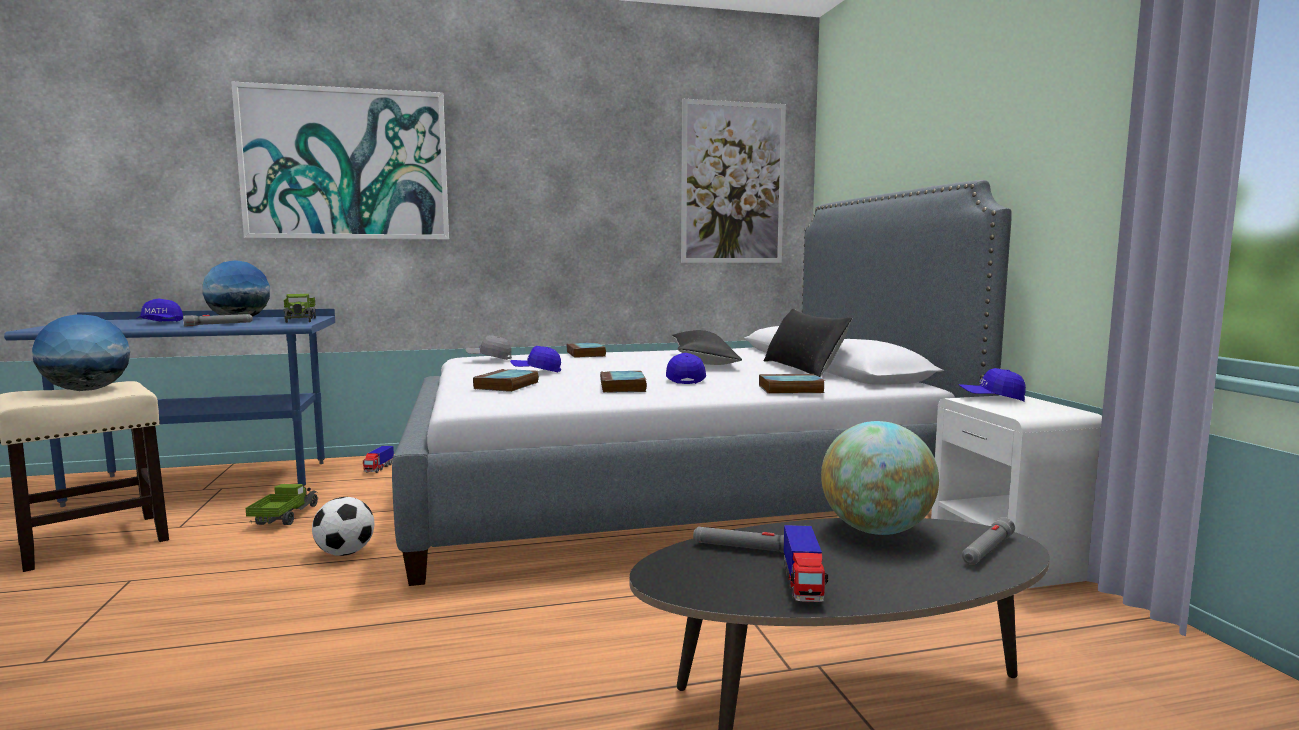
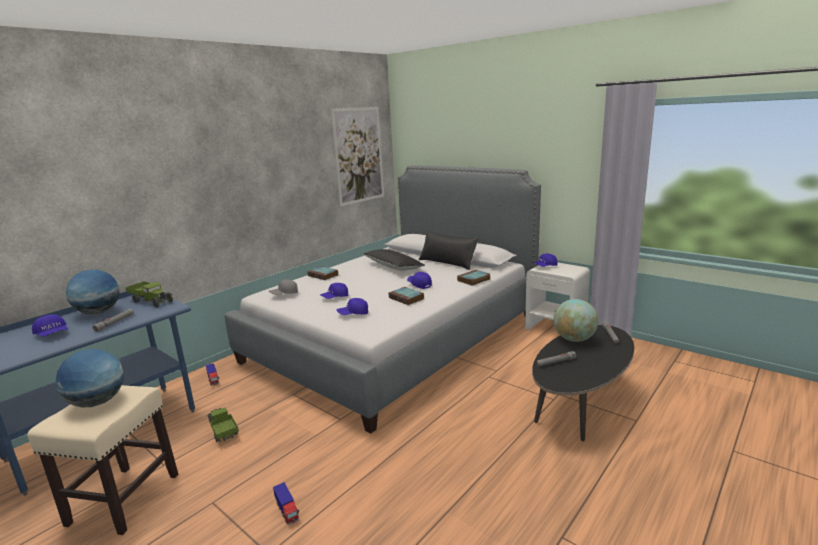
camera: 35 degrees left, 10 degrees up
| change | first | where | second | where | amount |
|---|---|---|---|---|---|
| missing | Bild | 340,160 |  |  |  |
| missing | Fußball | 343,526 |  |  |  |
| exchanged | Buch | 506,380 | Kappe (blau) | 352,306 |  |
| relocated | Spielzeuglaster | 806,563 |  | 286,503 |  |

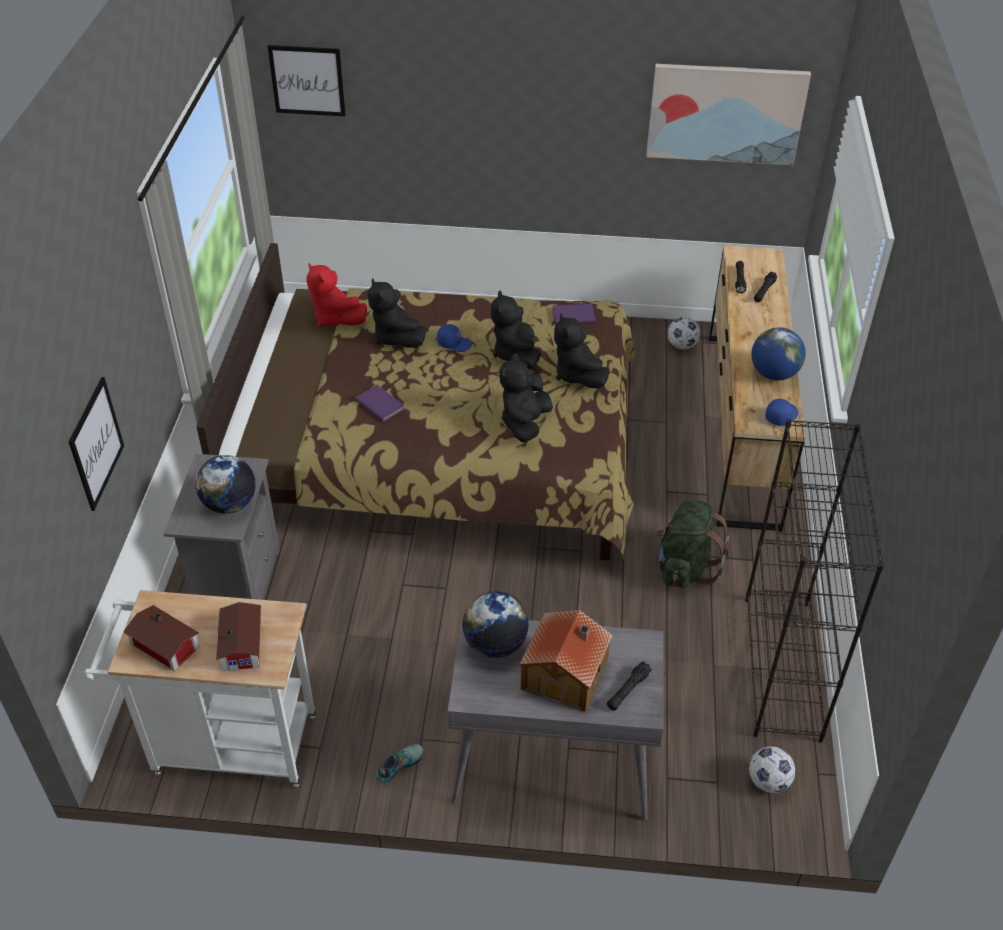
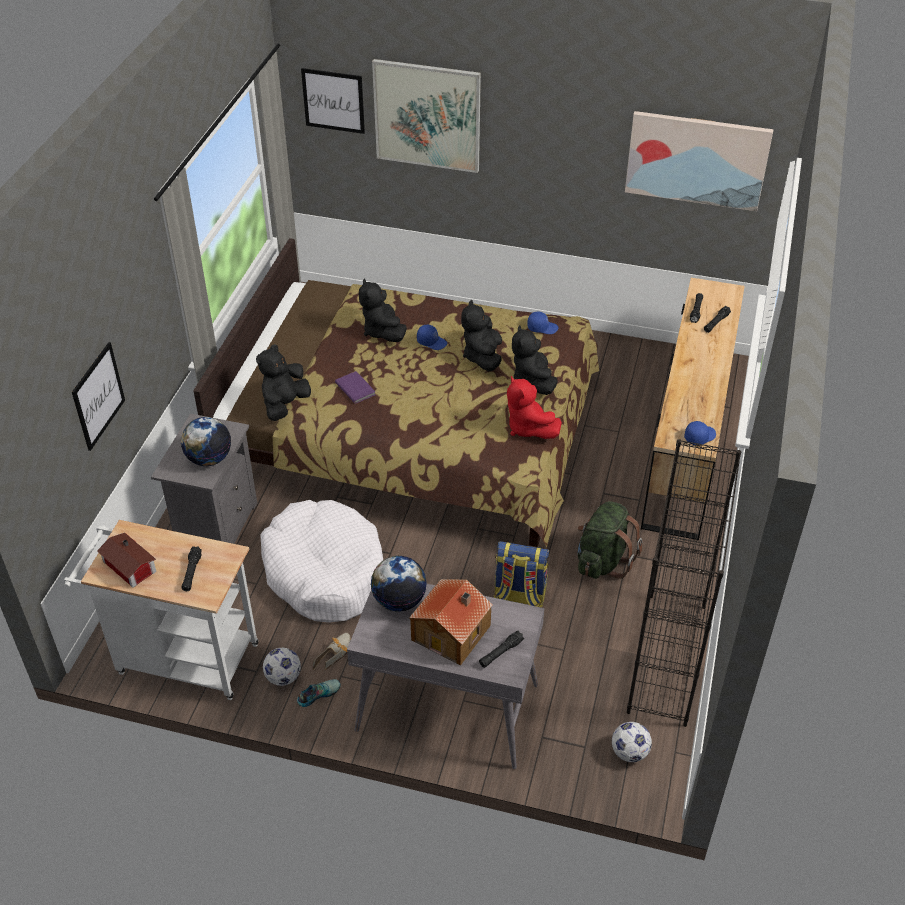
camera: 10 degrees right, 0 degrees up
| change | first | where | second | where | amount |
|---|---|---|---|---|---|
| exchanged | Spielzeughaus | 238,636 | Taschenlampe (schwarz) | 191,568 |  |
| relocated | Plüschtier (rot) | 337,295 |  | 534,407 |  |
| relocated | Plüschtier (schwarz) | 526,397 |  | 283,382 |  |
| exchanged | Buch (lila) | 574,314 | Kappe (blau) | 542,323 |  |
| relocated | Fußball | 683,333 |  | 282,667 |  |
| missing | Globus | 778,353 |  |  |  |
| appeared |  |  | Hundebett (weiß) | 322,561 |  |
| appeared |  |  | Schuh | 332,651 |  |
| appeared |  |  | Bild | 426,116 |  |
| appeared |  |  | Rucksack | 521,574 |  |

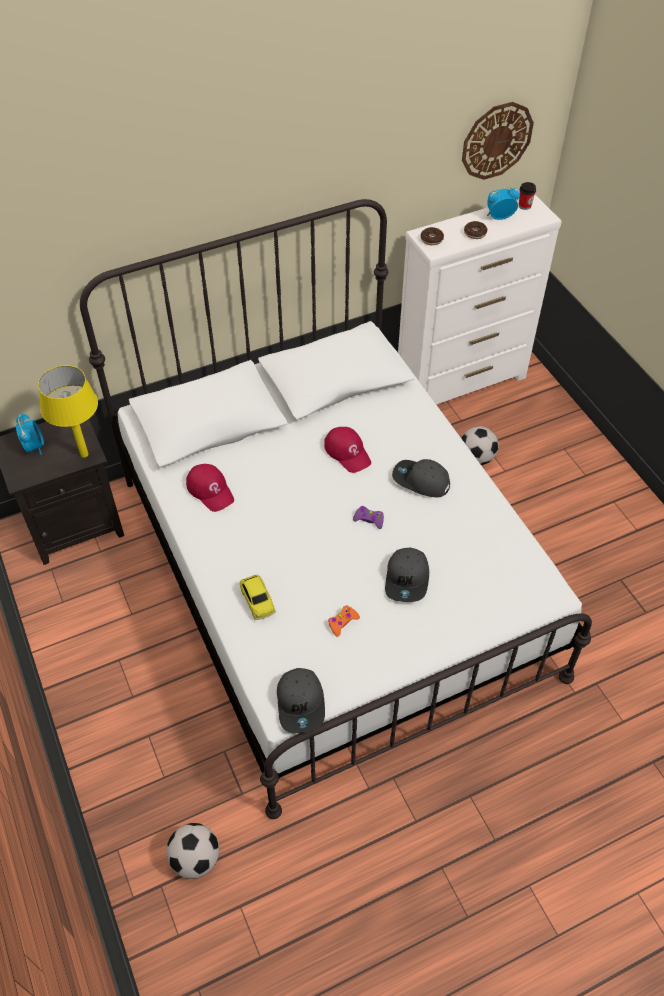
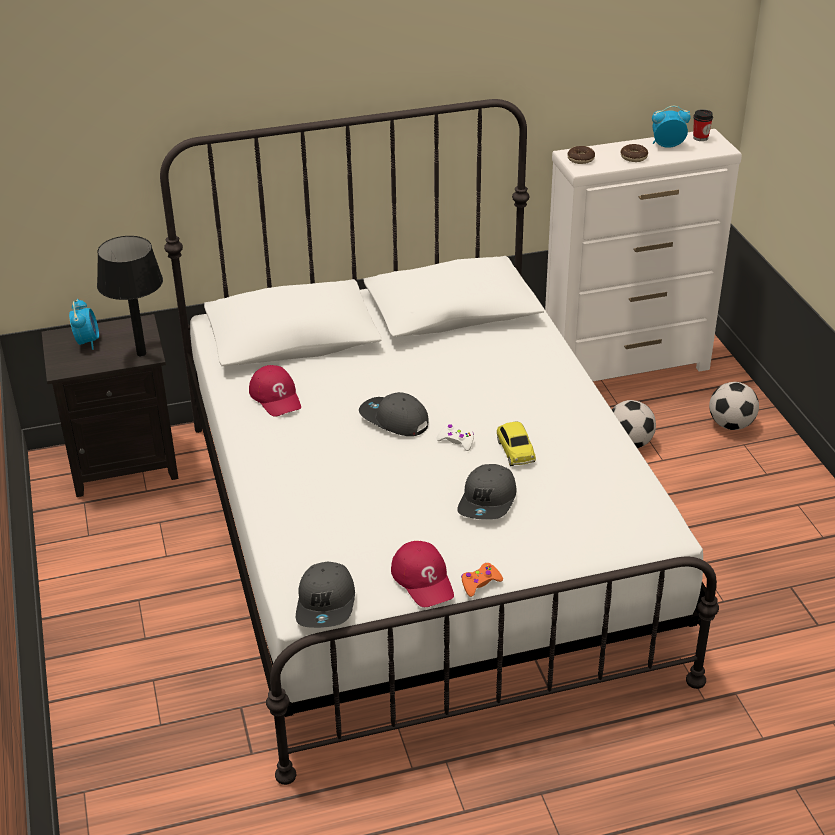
camera: 10 degrees right, 15 degrees down
| change | first | where | second | where | amount |
|---|---|---|---|---|---|
| colour | Tischlampe (gelb) | 68,411 | Tischlampe (schwarz) | 130,296 |  |
| relocated | Fußball | 192,851 |  | 734,406 |  |
| relocated | Spielzeugauto | 258,597 |  | 516,443 |  |
| relocated | Kappe (rot) | 347,450 |  | 422,574 |  |
| relocated | Gamepad (orange) | 344,621 |  | 482,580 |  |
| colour | Gamepad (lila) | 368,517 | Gamepad (weiß) | 455,437 |  |
| relocated | Kappe (grau) | 421,478 |  | 394,414 |  |
| missing | Wanduhr | 498,141 |  |  |  |

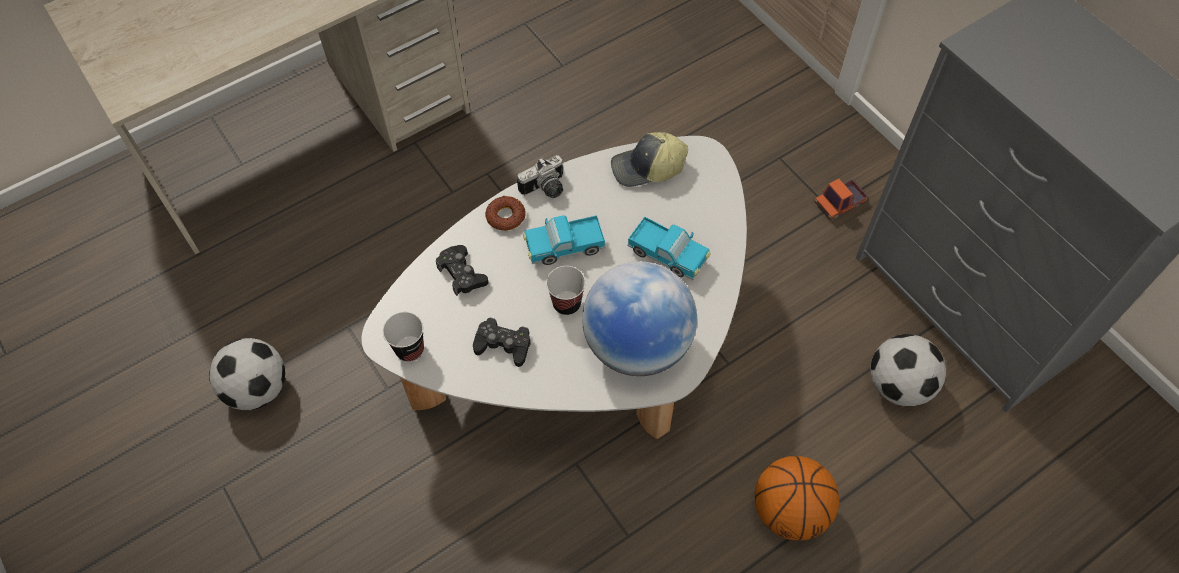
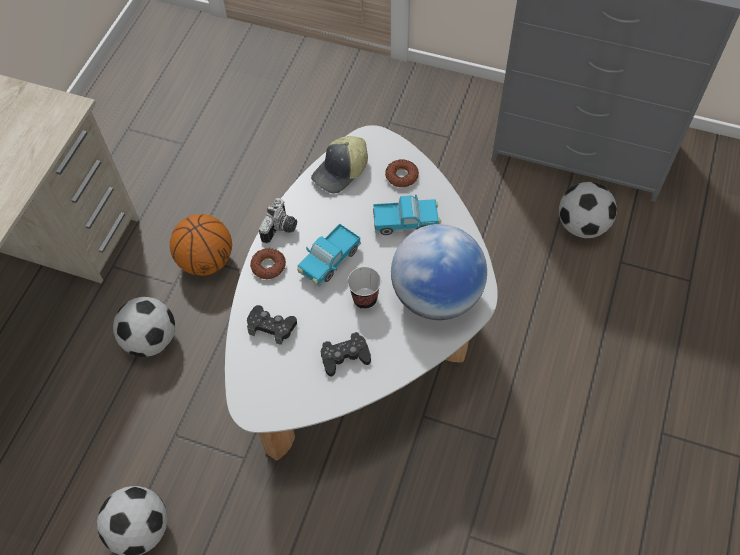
camera: 35 degrees left, 0 degrees up
| change | first | where | second | where | amount |
|---|---|---|---|---|---|
| missing | Tasse | 403,337 |  |  |  |
| relocated | Basketball | 797,498 |  | 201,245 |  |
| missing | Spielzeuglaster | 841,199 |  |  |  |
| appeared |  |  | Fußball | 144,327 |  |
| appeared |  |  | Donut | 402,173 |  |

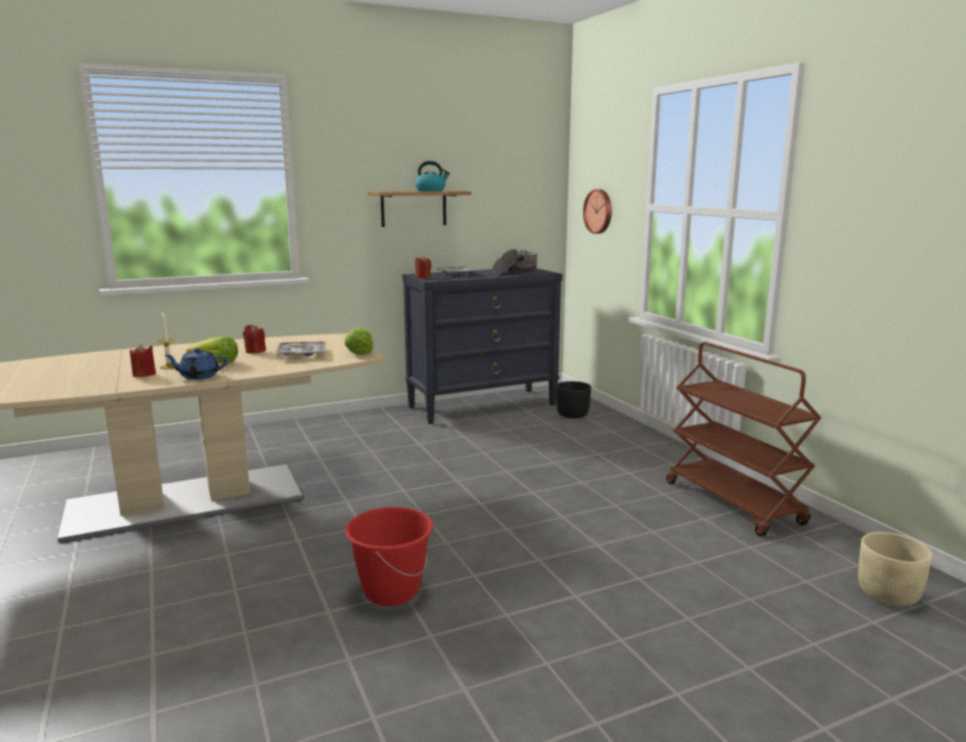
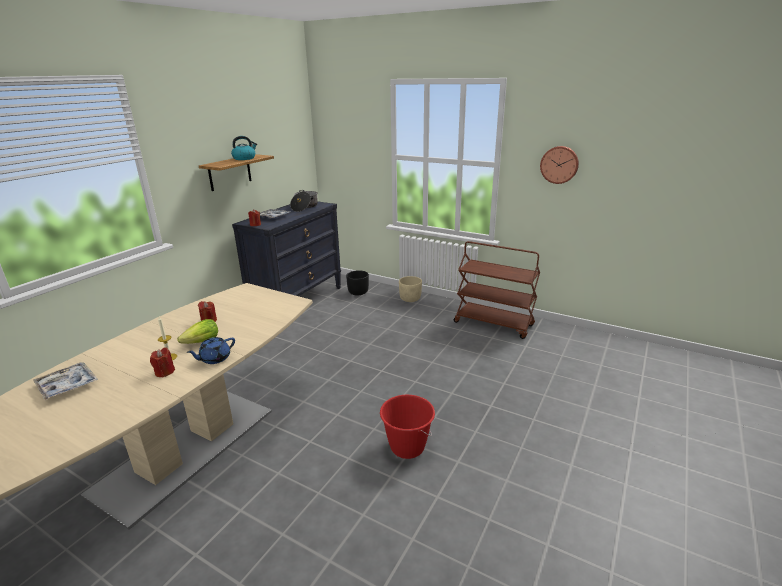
camera: 35 degrees left, 10 degrees up
| change | first | where | second | where | amount |
|---|---|---|---|---|---|
| relocated | Tablett | 300,348 |  | 65,381 |  |
| missing | Salatkopf | 358,341 |  |  |  |
| relocated | Wanduhr | 597,211 |  | 559,165 |  |
| relocated | Pflanzkübel (beige) | 895,569 |  | 410,289 |  |

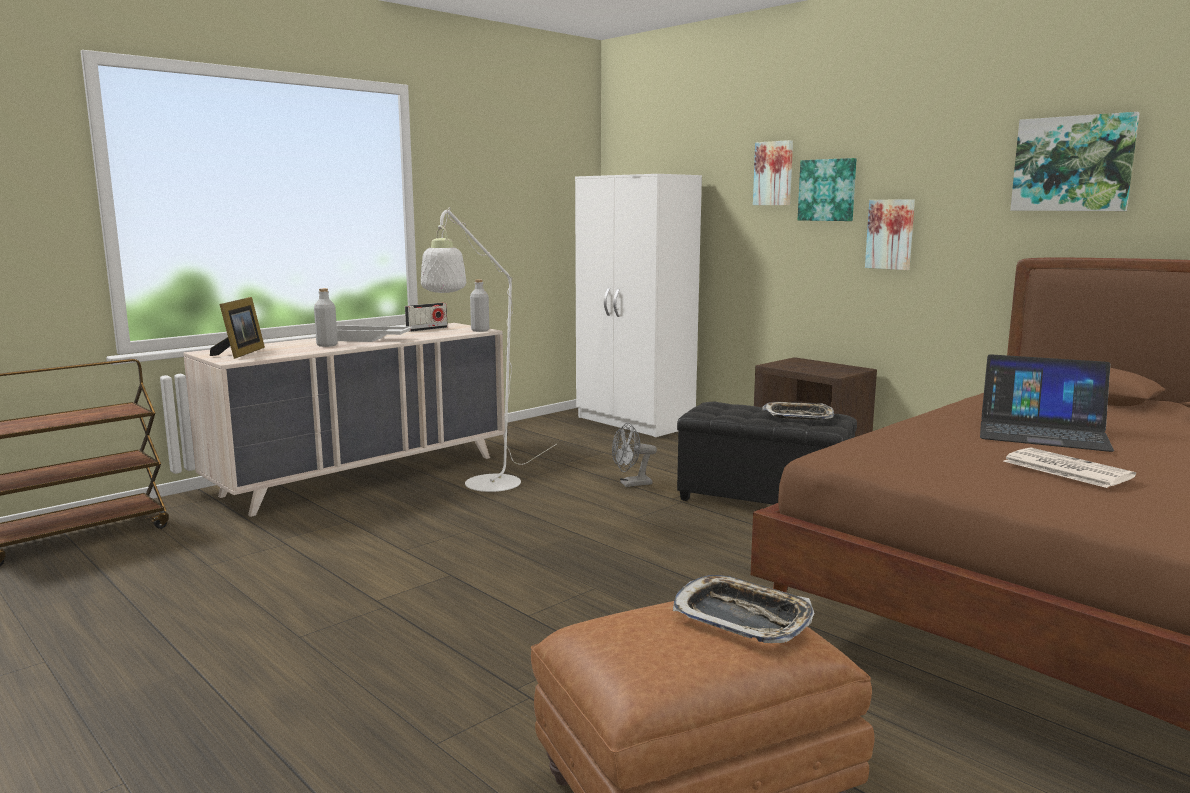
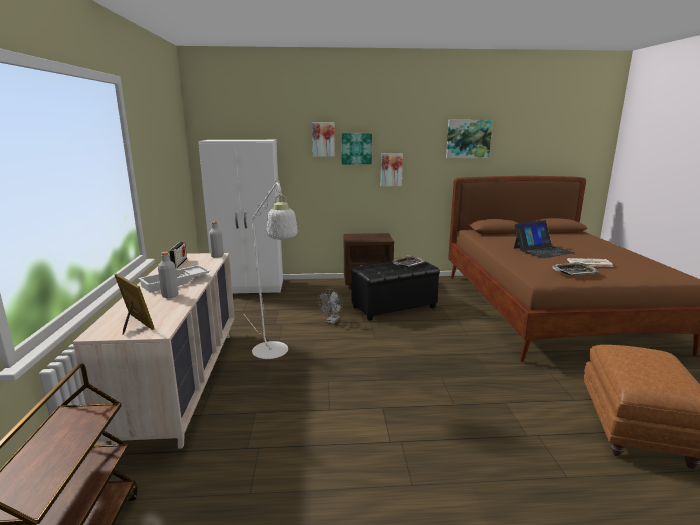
camera: 50 degrees left, 5 degrees up
| change | first | where | second | where | amount |
|---|---|---|---|---|---|
| relocated | Tablett | 743,609 |  | 575,268 |  |

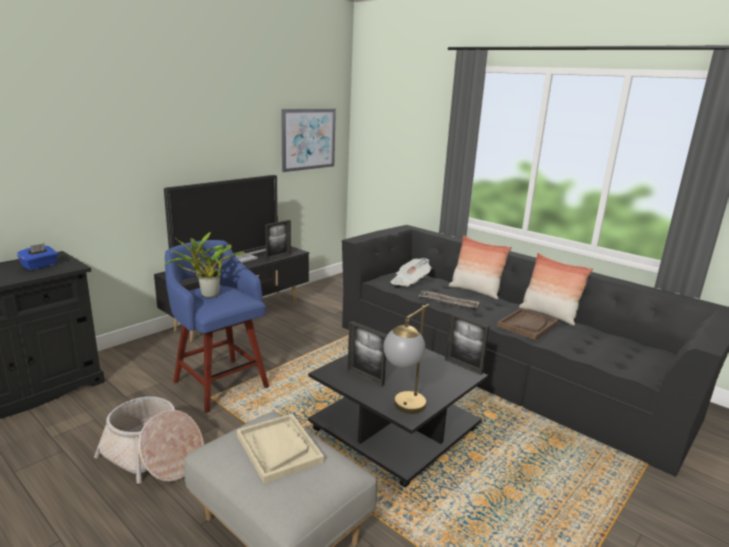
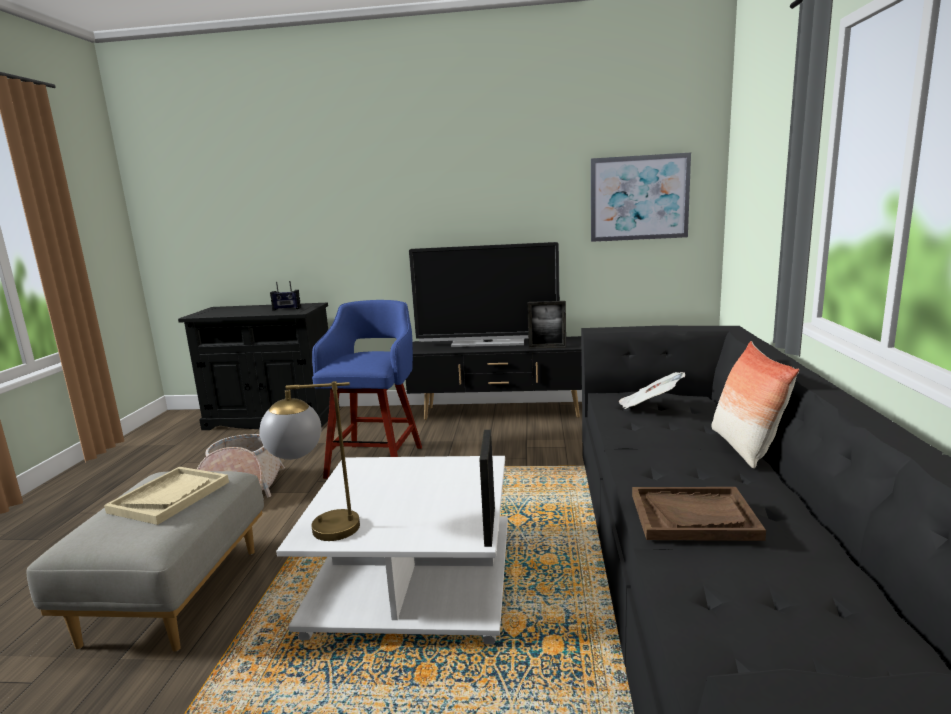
camera: 55 degrees right, 5 degrees down
| change | first | where | second | where | amount |
|---|---|---|---|---|---|
| exchanged | Taschentuchbox (blau) | 37,257 | Radio | 285,296 |  |
| missing | Topfpflanze | 204,265 |  |  |  |
| colour | Couchtisch (schwarz) | 398,418 | Couchtisch (weiß) | 392,550 |  |
| missing | Bilderrahmen | 367,354 |  |  |  |
| missing | Tablett | 449,301 |  |  |  |
| missing | Kissen | 556,289 |  |  |  |

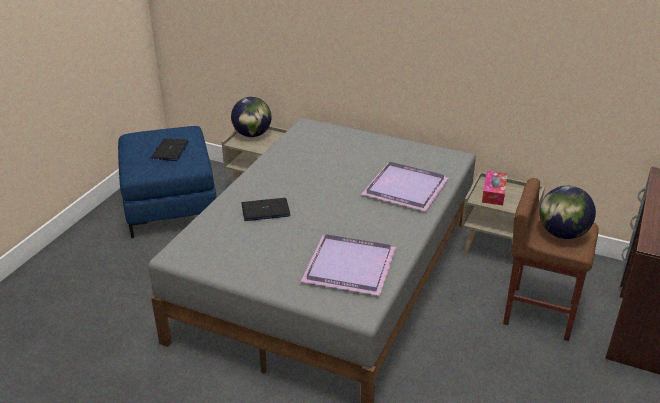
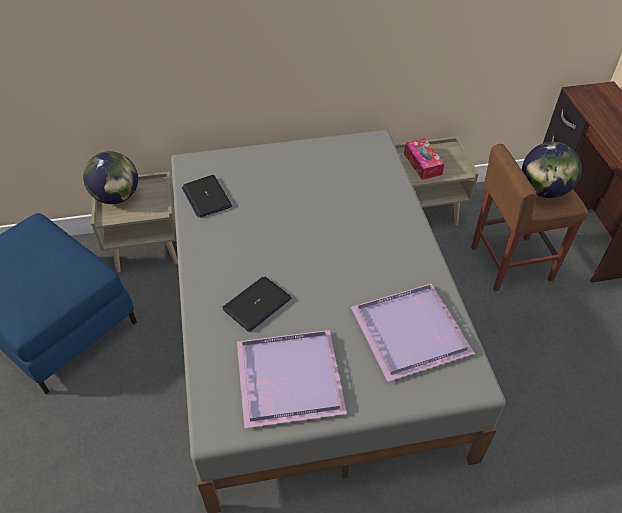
camera: 35 degrees left, 15 degrees up
| change | first | where | second | where | amount |
|---|---|---|---|---|---|
| relocated | Laptop | 170,150 |  | 206,196 |  |
| relocated | Tablett (lila) | 405,186 |  | 292,379 |  |

